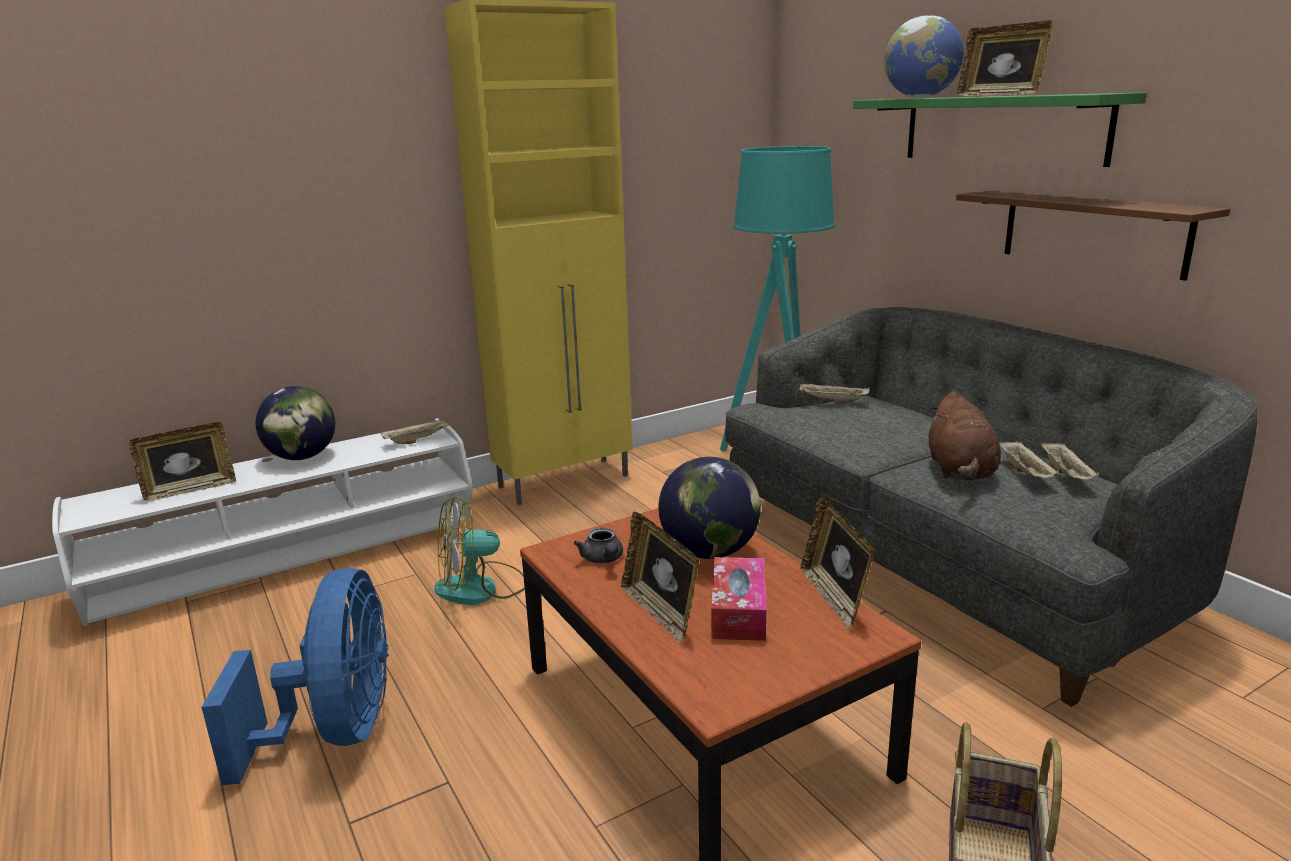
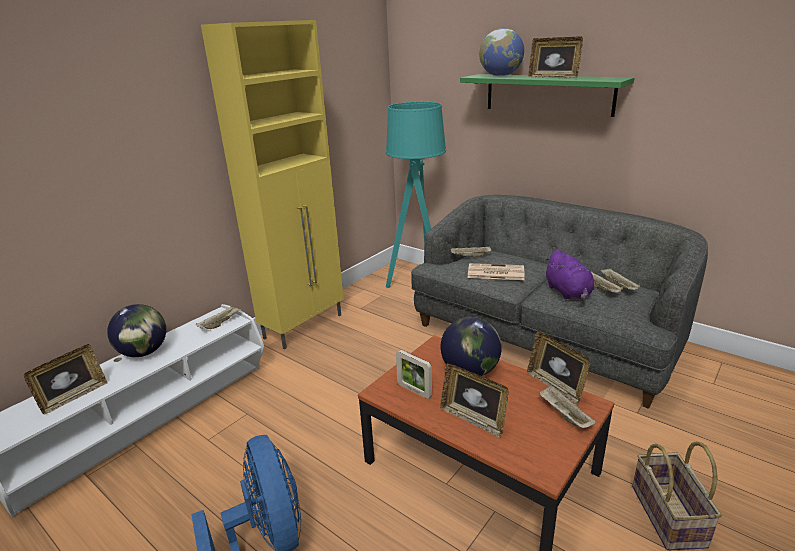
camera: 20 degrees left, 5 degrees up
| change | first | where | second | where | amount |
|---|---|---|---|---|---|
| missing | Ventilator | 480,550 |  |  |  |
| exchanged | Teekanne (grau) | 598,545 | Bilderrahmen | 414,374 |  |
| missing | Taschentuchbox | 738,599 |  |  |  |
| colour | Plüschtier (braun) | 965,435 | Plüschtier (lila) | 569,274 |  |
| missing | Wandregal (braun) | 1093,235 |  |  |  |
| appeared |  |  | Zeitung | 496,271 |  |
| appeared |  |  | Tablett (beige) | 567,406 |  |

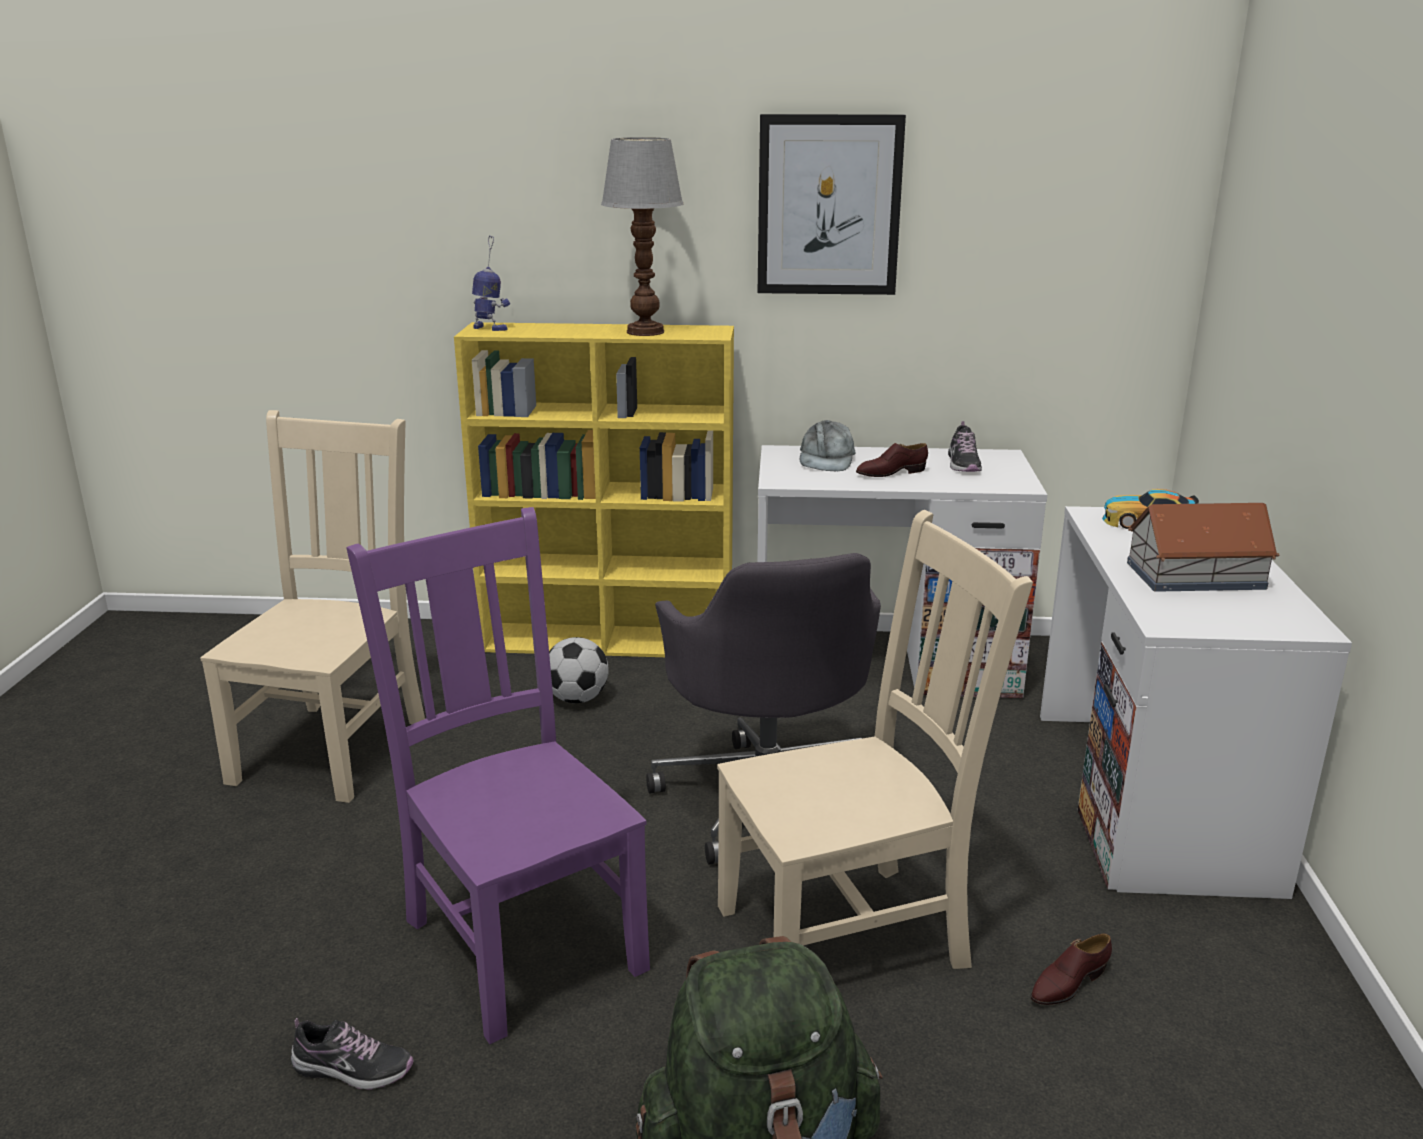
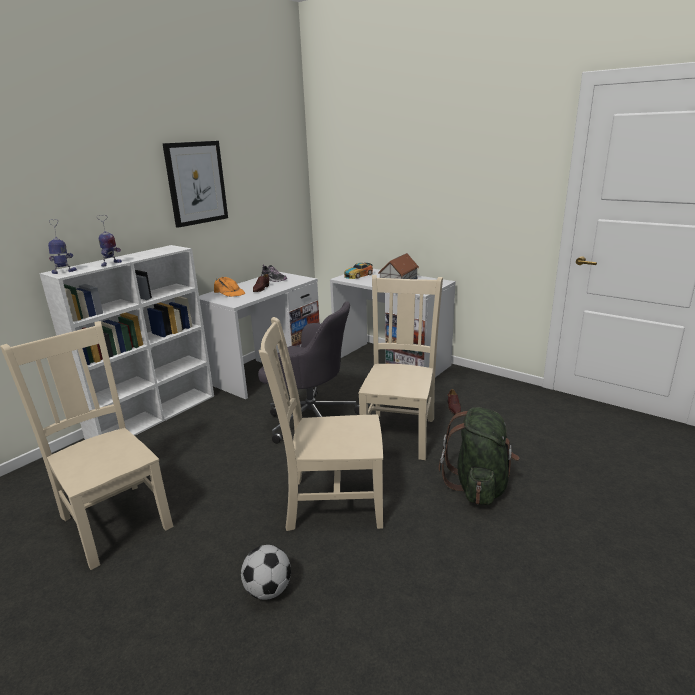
camera: 55 degrees left, 0 degrees up
| change | first | where | second | where | amount |
|---|---|---|---|---|---|
| missing | Schuh | 352,1054 |  |  |  |
| colour | Stuhl (lila) | 498,775 | Stuhl (beige) | 321,424 |  |
| colour | Bücherregal (gelb) | 594,489 | Bücherregal (weiß) | 126,342 |  |
| relocated | Fußball | 579,670 |  | 266,572 |  |
| missing | Tischlampe | 642,236 |  |  |  |
| colour | Kappe (grau) | 827,445 | Kappe (orange) | 229,287 |  |
| appeared |  |  | Spielzeugroboter | 109,241 |  |

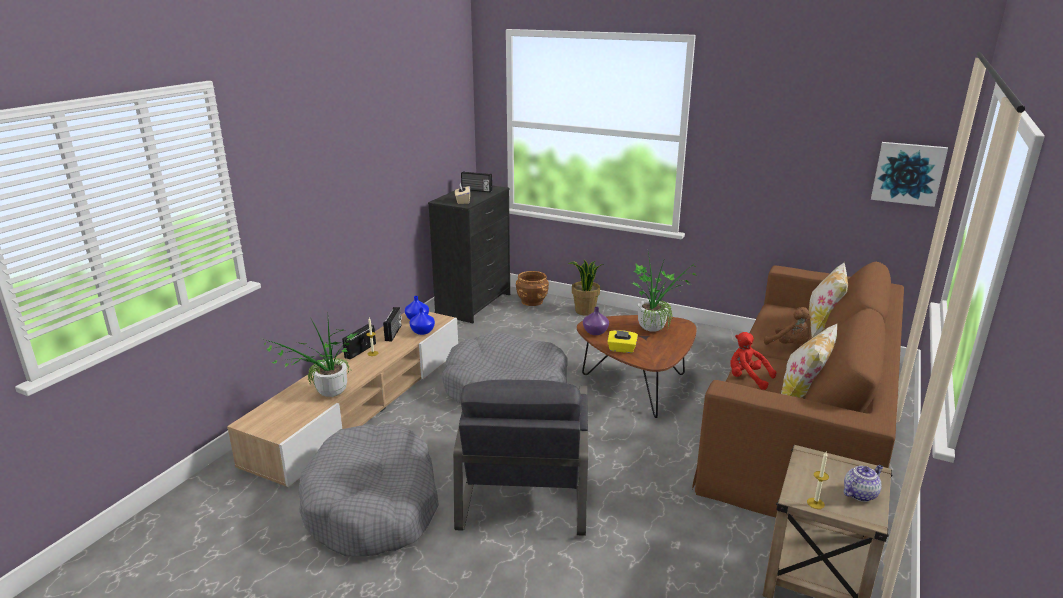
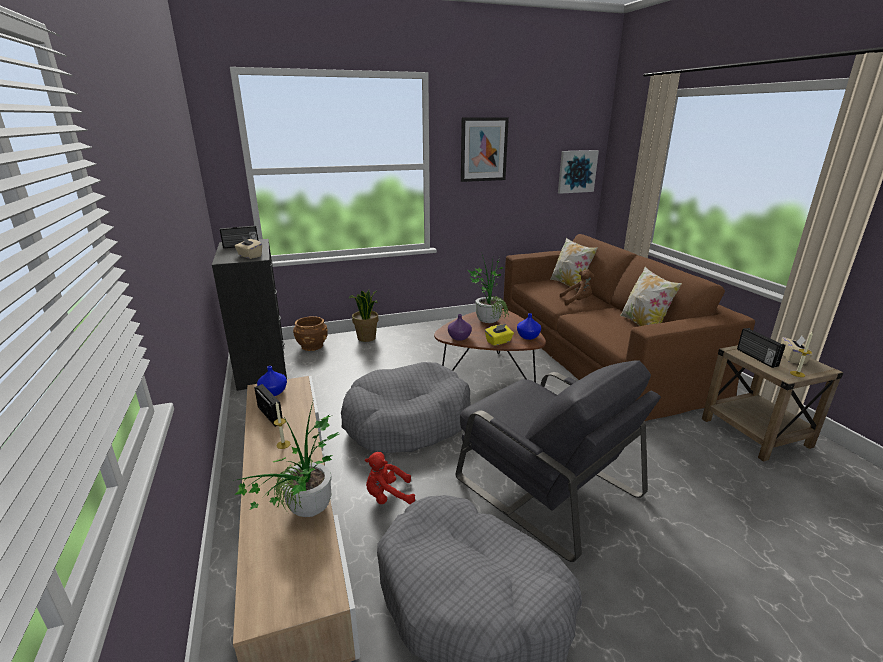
camera: 45 degrees left, 0 degrees up
| change | first | where | second | where | amount |
|---|---|---|---|---|---|
| relocated | Radio | 359,342 |  | 761,348 |  |
| relocated | Vase (blau) | 422,321 |  | 529,326 |  |
| relocated | Plüschtier (rot) | 753,361 |  | 390,478 |  |
| exchanged | Teekanne | 863,483 | Taschentuchbox (beige) | 797,350 |  |
| appeared |  |  | Bild | 485,149 |  |

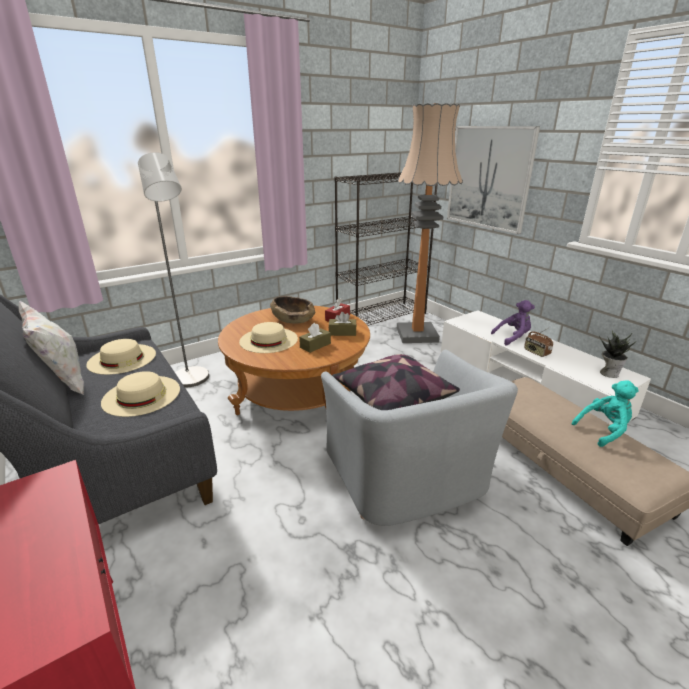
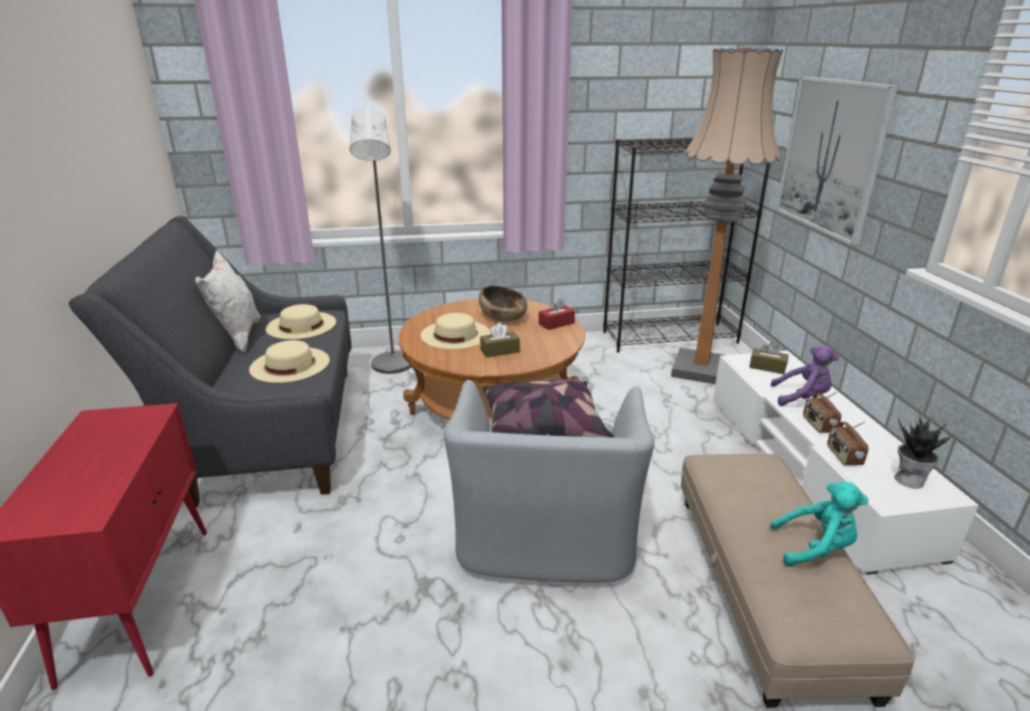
camera: 25 degrees right, 0 degrees up
| change | first | where | second | where | amount |
|---|---|---|---|---|---|
| relocated | Taschentuchbox (braun) | 343,324 |  | 769,358 |  |
| appeared |  |  | Radio | 848,443 |  |

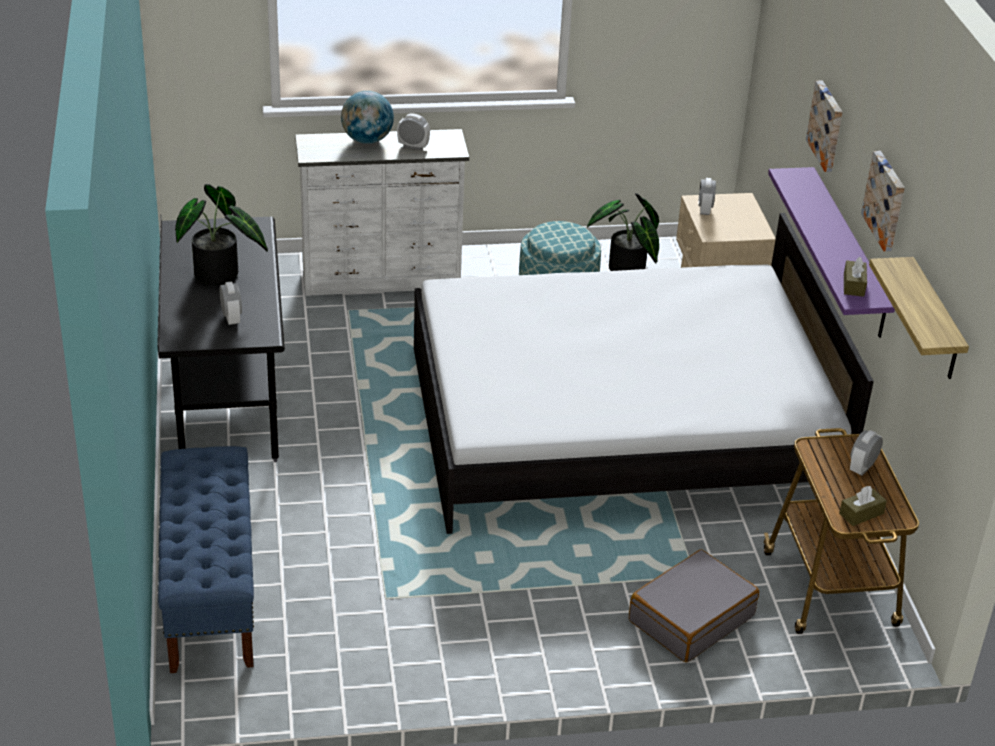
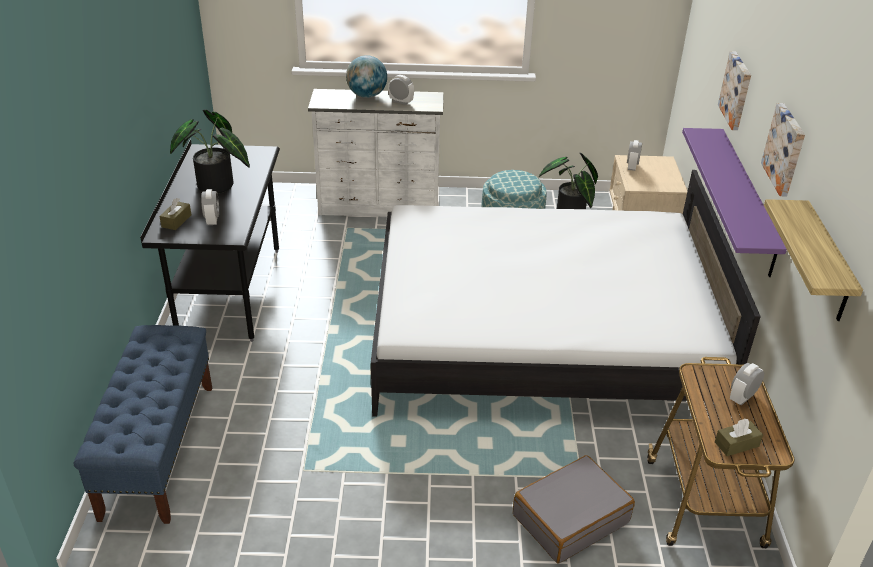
camera: 10 degrees right, 0 degrees up
| change | first | where | second | where | amount |
|---|---|---|---|---|---|
| relocated | Taschentuchbox (braun) | 855,277 |  | 175,214 |  |

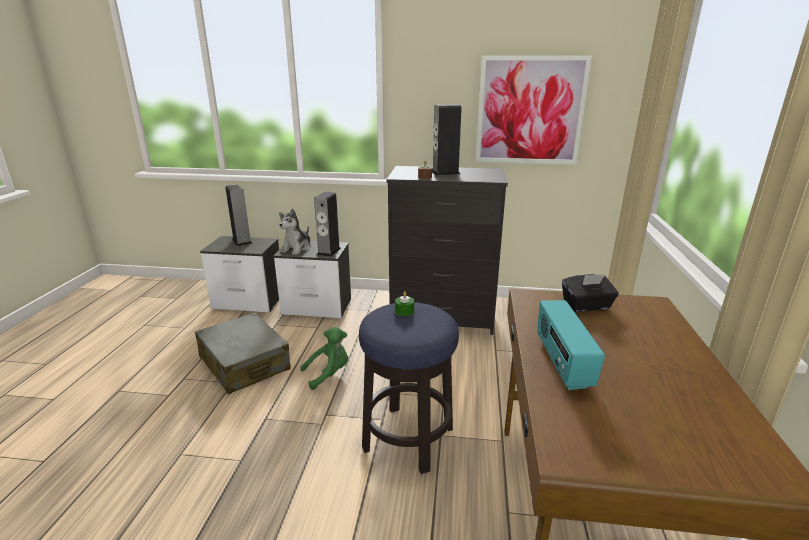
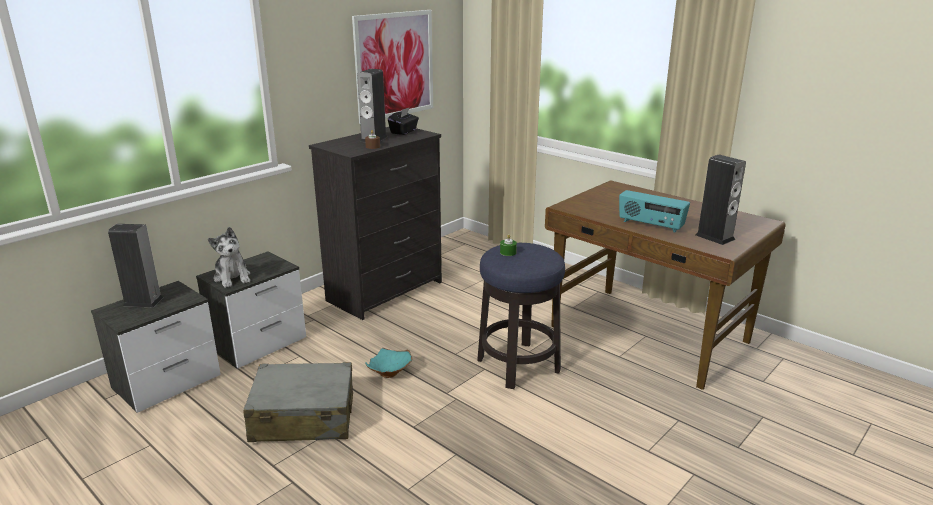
camera: 55 degrees left, 0 degrees up
| change | first | where | second | where | amount |
|---|---|---|---|---|---|
| exchanged | Plüschtier (grün) | 324,358 | Schüssel (türkis) | 388,363 |  |
| relocated | Lautsprecher | 327,224 |  | 720,200 |  |
| relocated | Taschentuchbox (schwarz) | 590,293 |  | 403,121 |  |

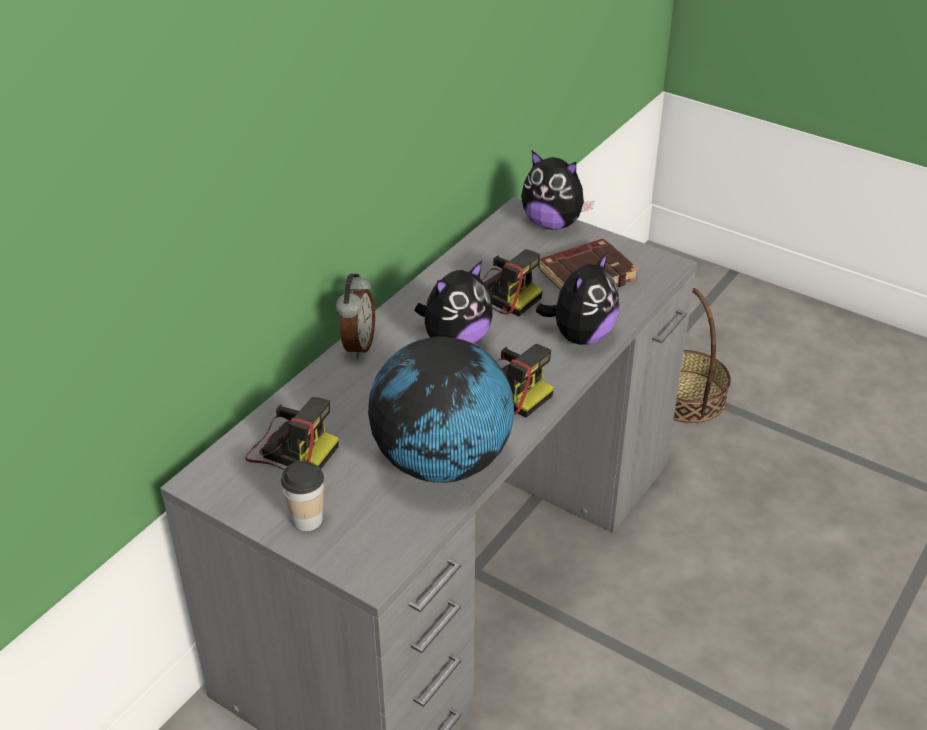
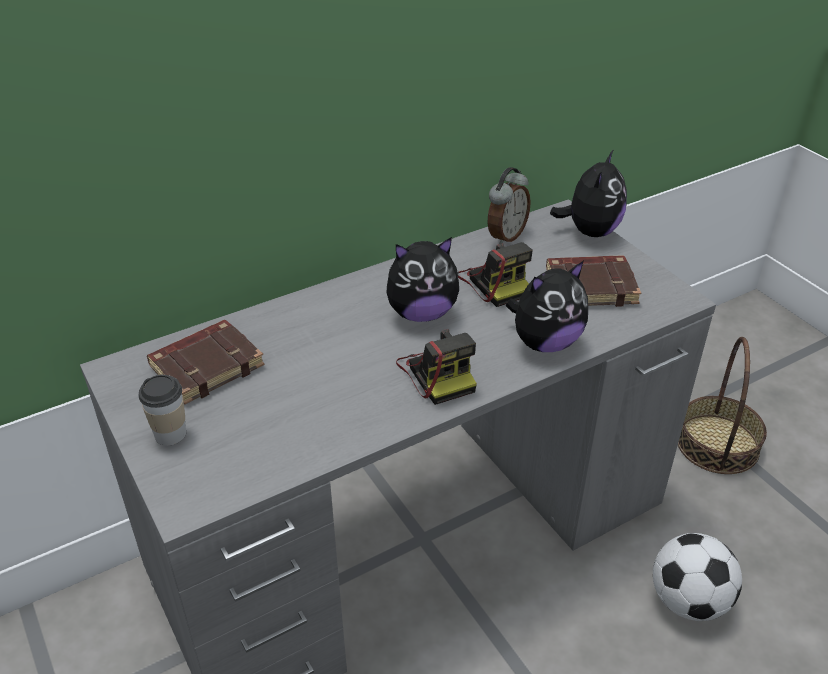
camera: 25 degrees right, 0 degrees up
| change | first | where | second | where | amount |
|---|---|---|---|---|---|
| exchanged | Kamera | 292,433 | Buch (braun) | 206,362 |  |
| relocated | Wecker | 355,316 |  | 509,205 |  |
| missing | Globus | 441,410 |  |  |  |
| spun | Plüschtier | 557,190 |  | 588,193 | 120 degrees counterclockwise |
| appeared |  |  | Fußball | 697,577 |  |

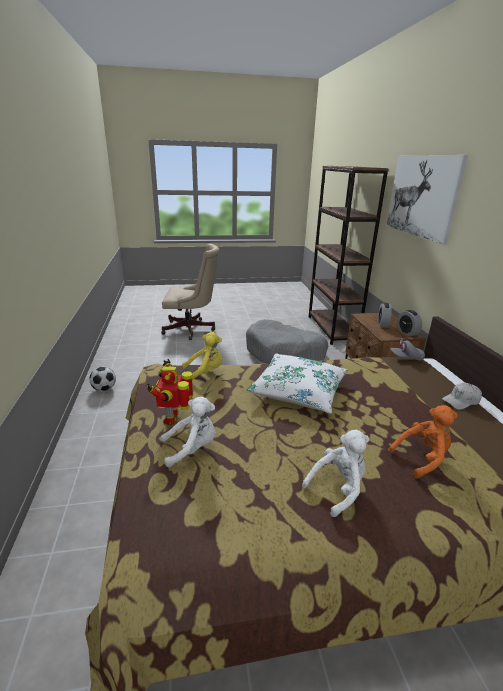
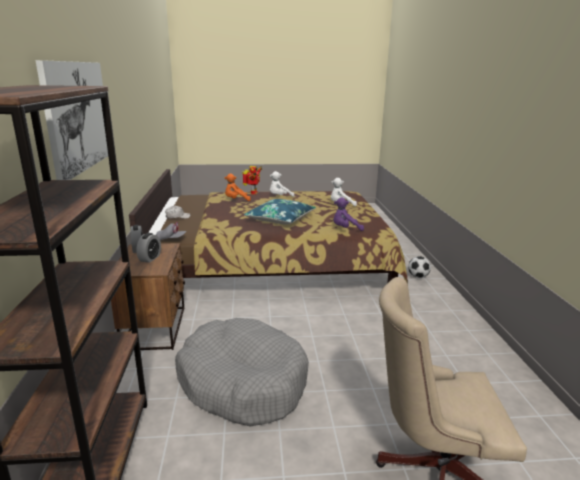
camera: 175 degrees left, 5 degrees down
| change | first | where | second | where | amount |
|---|---|---|---|---|---|
| relocated | Fußball | 103,379 |  | 419,267 |  |
| relocated | Spielzeugroboter | 170,392 |  | 253,180 |  |
| colour | Plüschtier (gelb) | 202,355 | Plüschtier (lila) | 348,214 |  |
| colour | Kissen (weiß) | 297,383 | Kissen (blau) | 280,212 |  |

